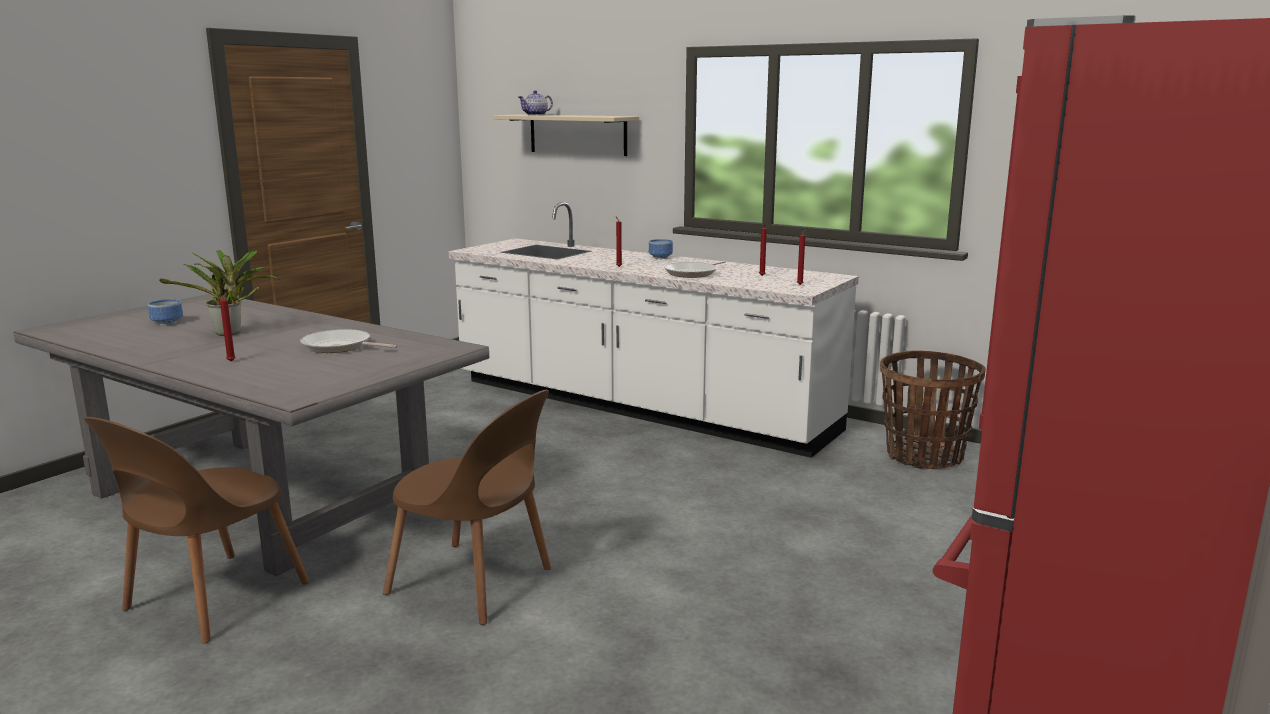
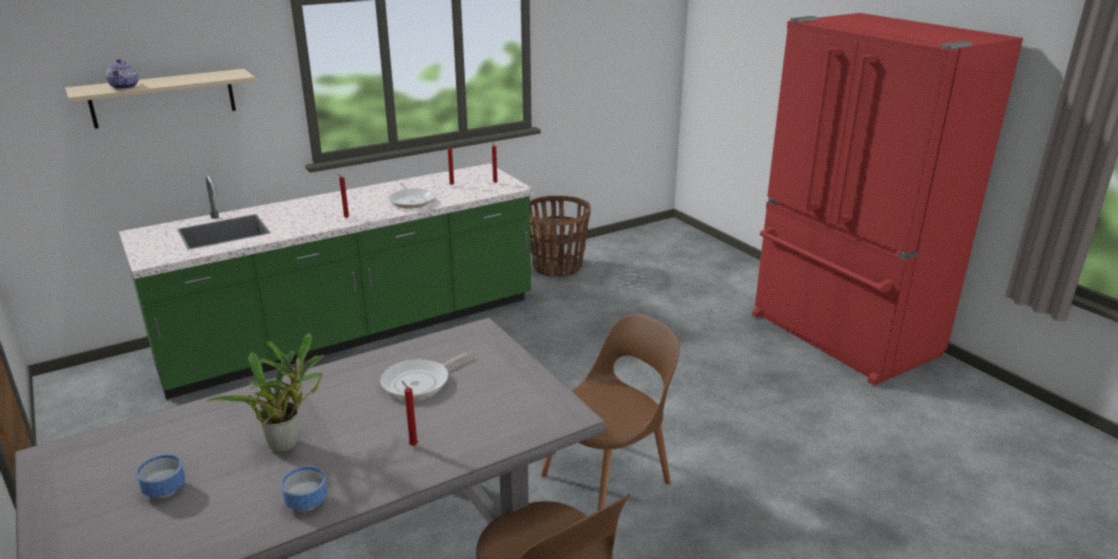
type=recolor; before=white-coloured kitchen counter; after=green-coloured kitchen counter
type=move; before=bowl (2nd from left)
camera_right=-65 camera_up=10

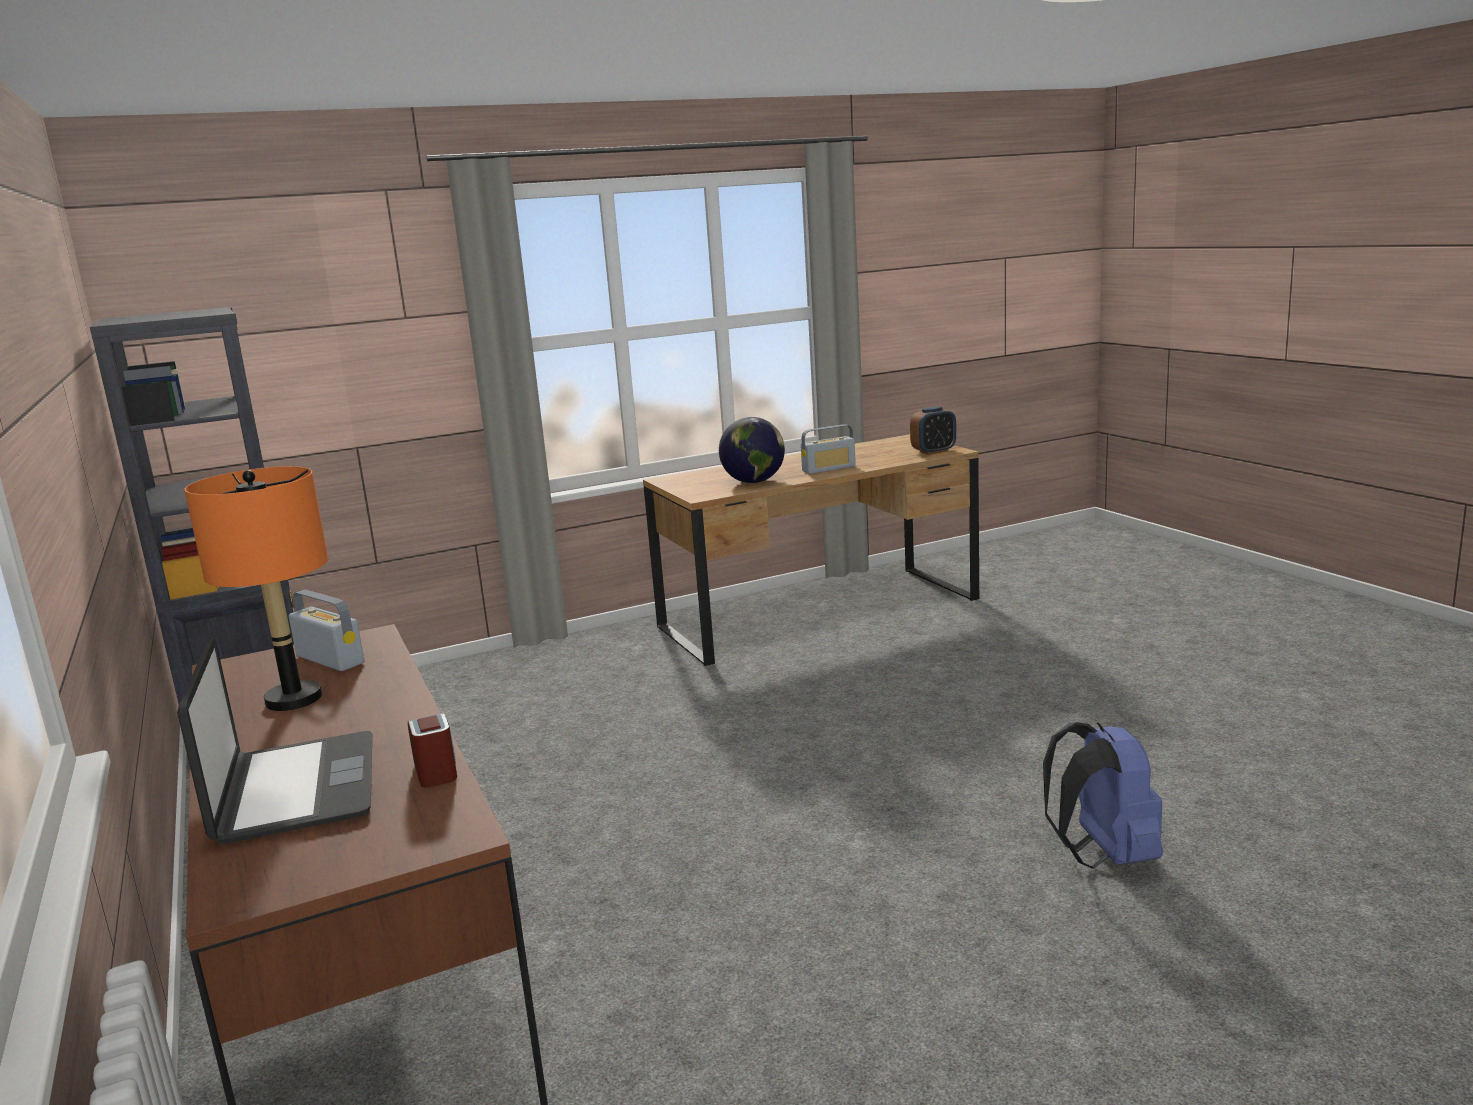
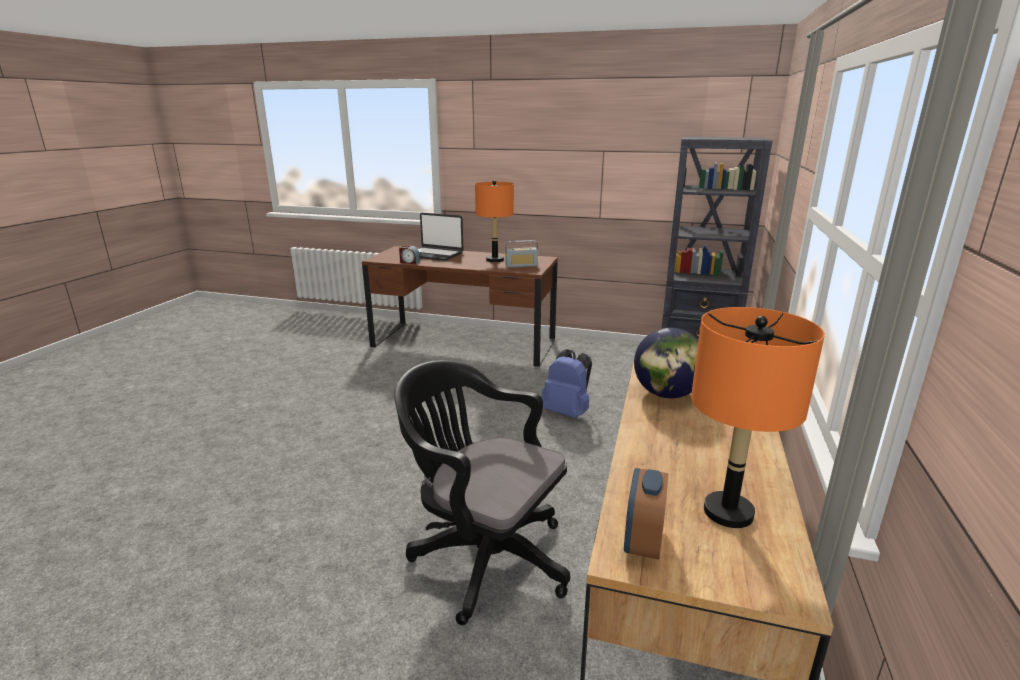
type=delete; before=radio (2nd from left)
type=move; before=blue knapsack
type=insert; after=orange-coloured tabletop lamp (2nd from left)
type=insert; after=black office chair
camera_right=130 camera_up=5

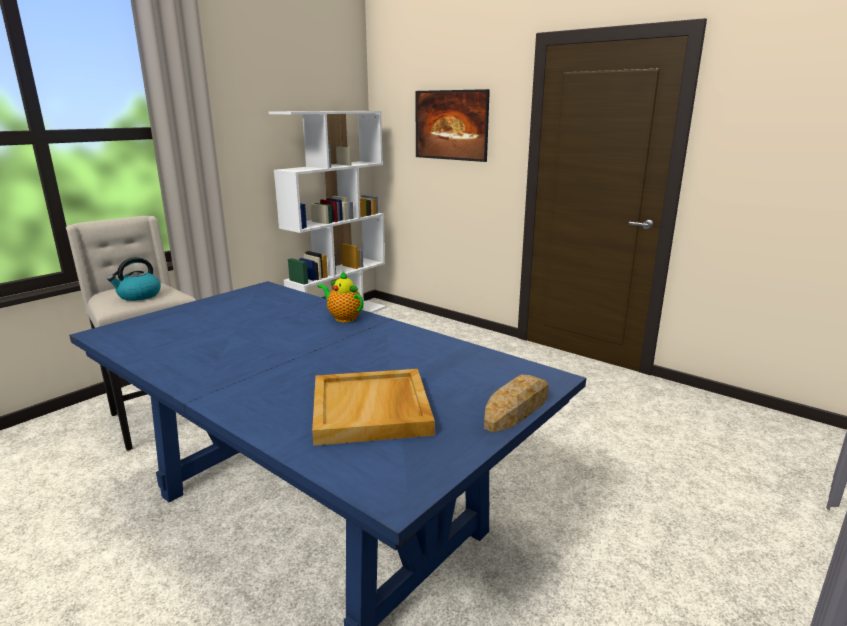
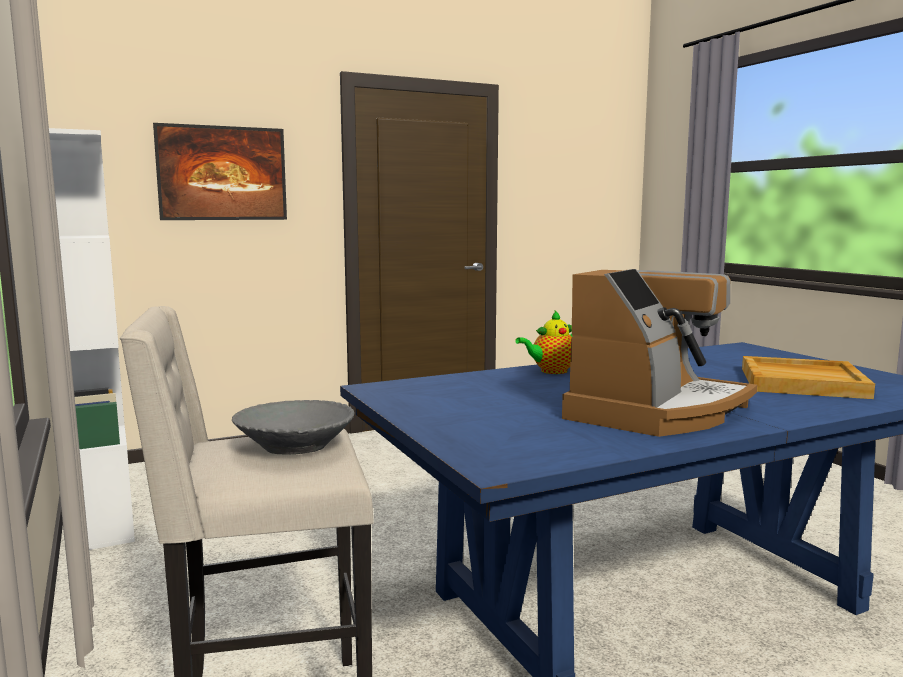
type=replace; before=kettle; after=greyish bowl
type=delete; before=baked bread
type=insert; after=coffee brewer
camera_right=-65 camera_up=-10

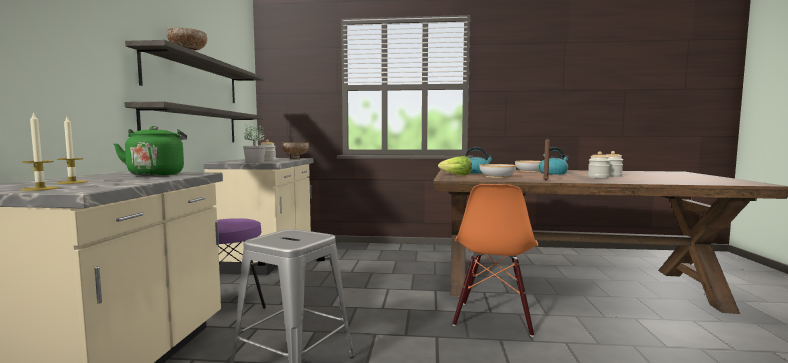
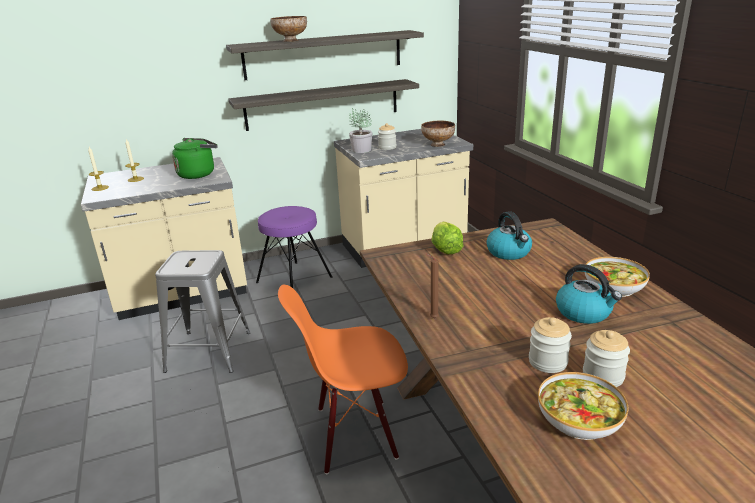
type=move; before=bowl (3rd from left)
camera_right=65 camera_up=20

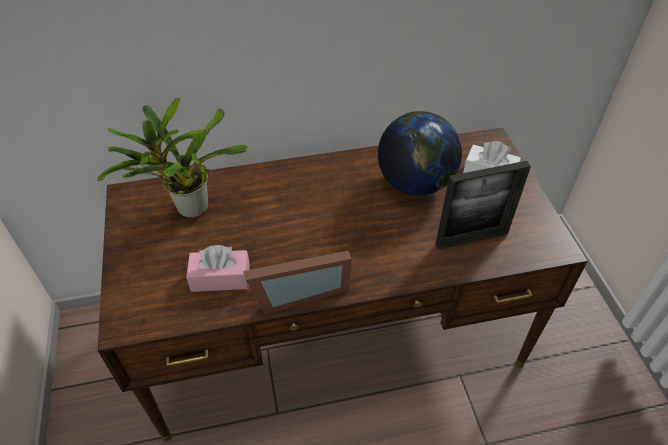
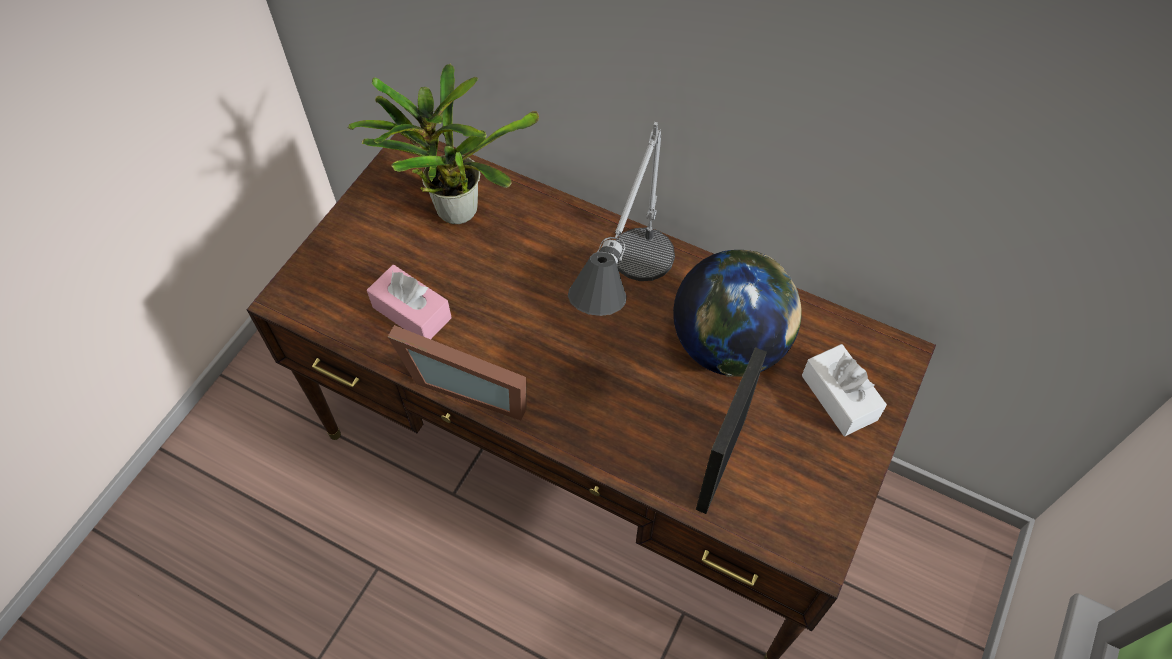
type=rotate; before=photo frame (2nd from left); turn=90
type=insert; after=tabletop lamp
camera_right=40 camera_up=10

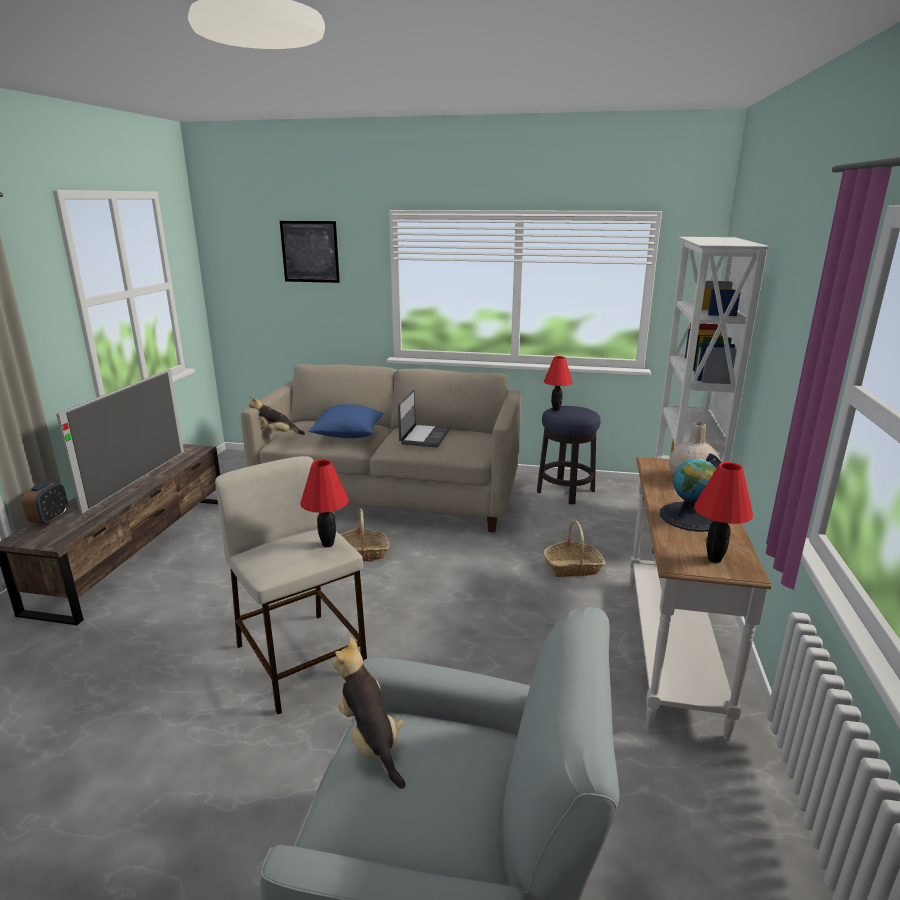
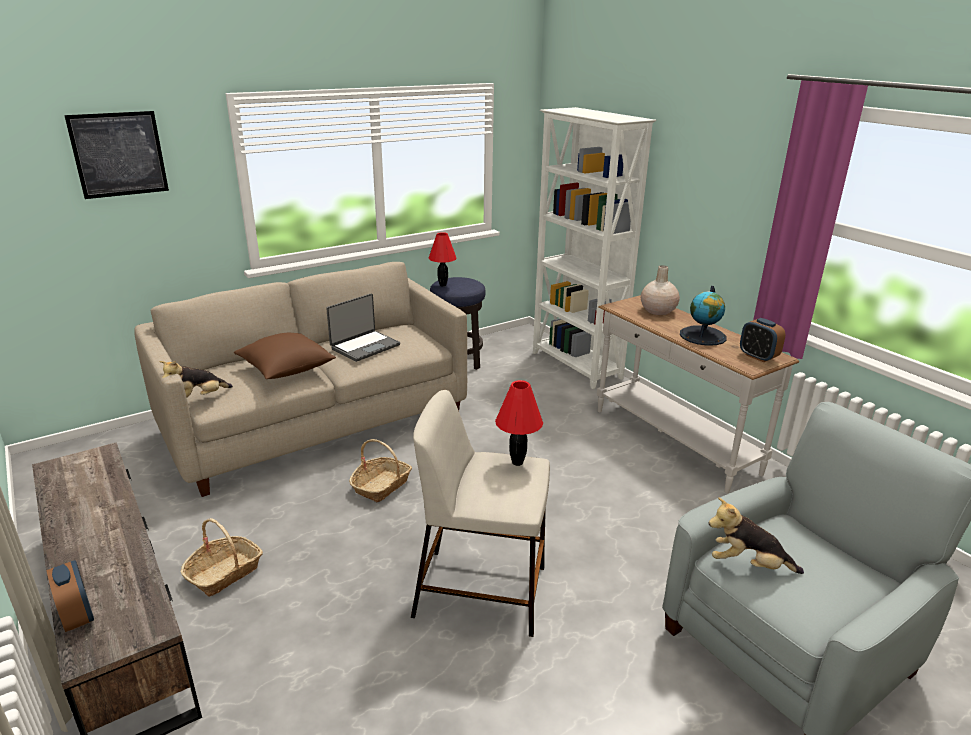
type=delete; before=television
type=rotate; before=notebook computer; turn=75
type=recolor; before=blue throw pillow; after=brownish throw pillow
type=replace; before=red-coloured tabletop lamp (3rd from left); after=table clock (2nd from left)
type=move; before=basket (2nd from left in the first image); after=basket (1st from left)
camera_right=-45 camera_up=5

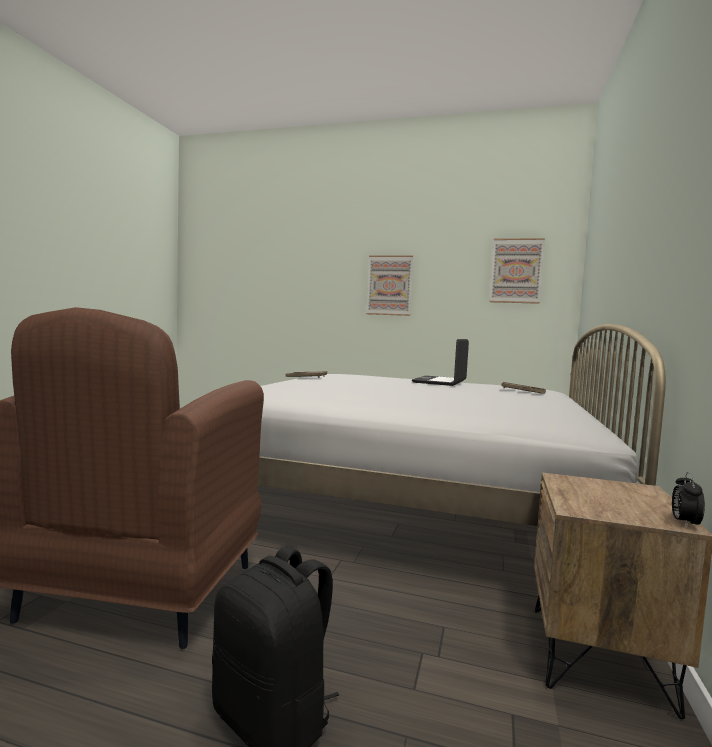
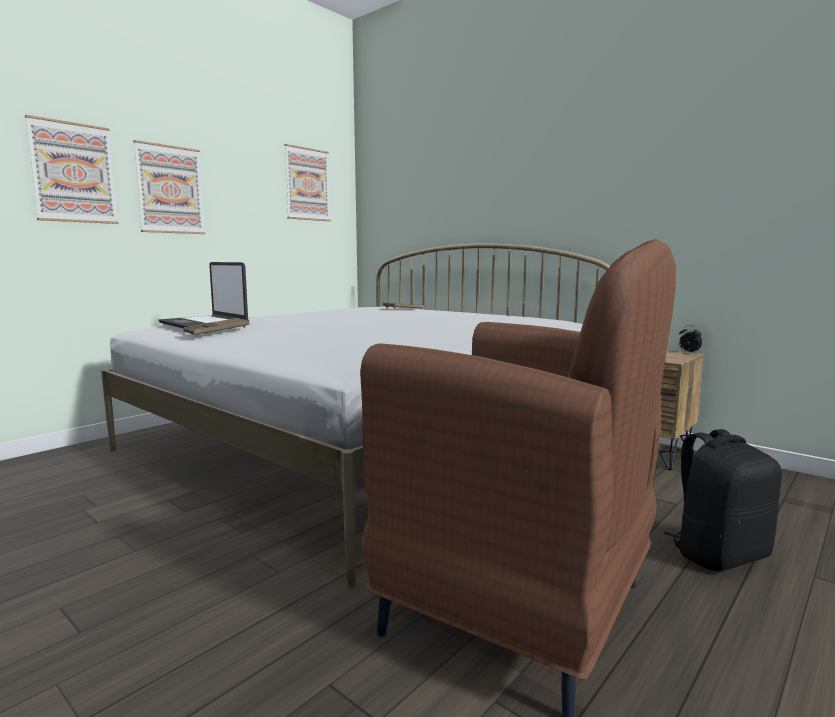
type=move; before=notebook computer
type=insert; after=wall art (1st from left)
camera_right=-65 camera_up=5

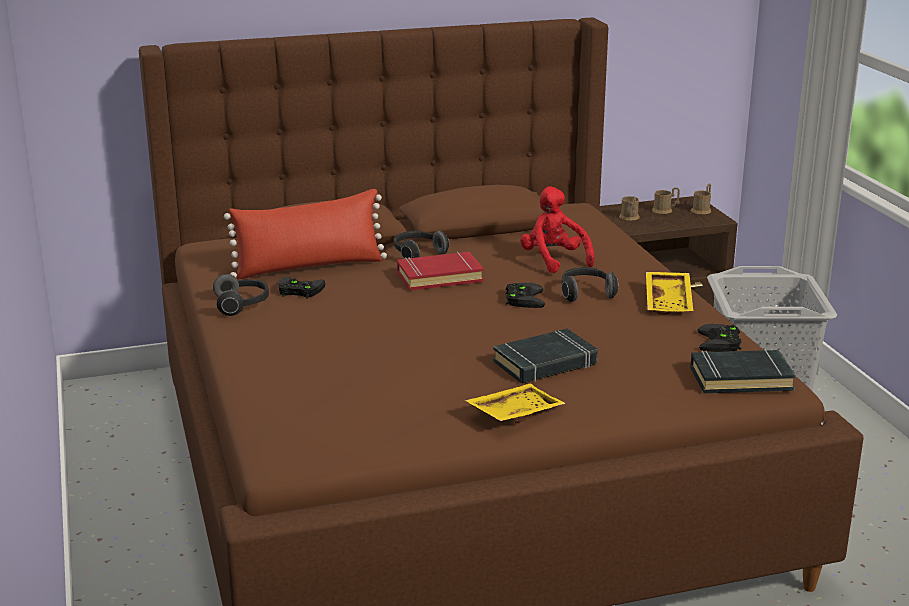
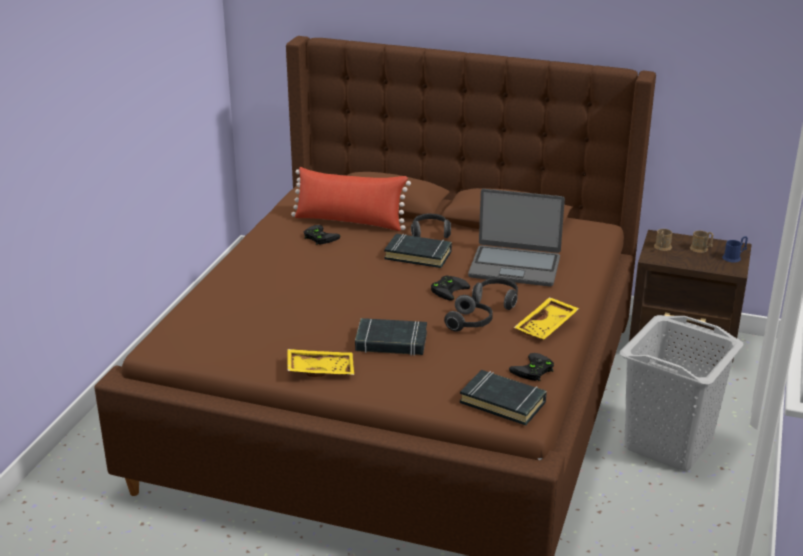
type=recolor; before=brownish mug (3rd from left); after=blue mug
type=replace; before=red-coloured plush toy; after=notebook computer
type=recolor; before=red-coloured bound book; after=black bound book (2nd from left)
type=move; before=headphones (1st from left in the first image); after=headphones (2nd from left)
camera_right=35 camera_up=5

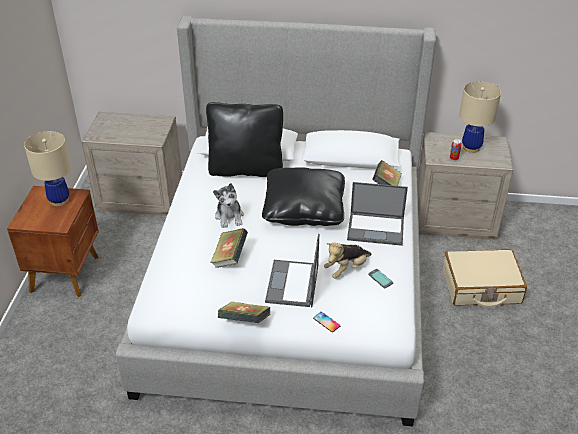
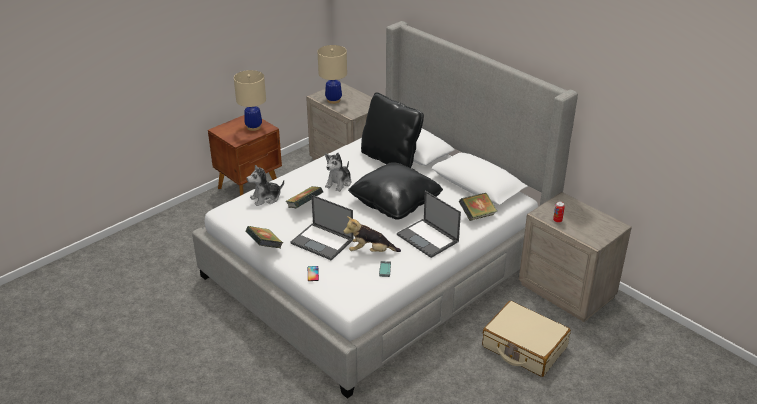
type=move; before=beige-coloured tabletop lamp (2nd from left)
type=rotate; before=notebook computer (1st from left); turn=-105
type=insert; after=plush toy (1st from left)
camera_right=40 camera_up=-5

